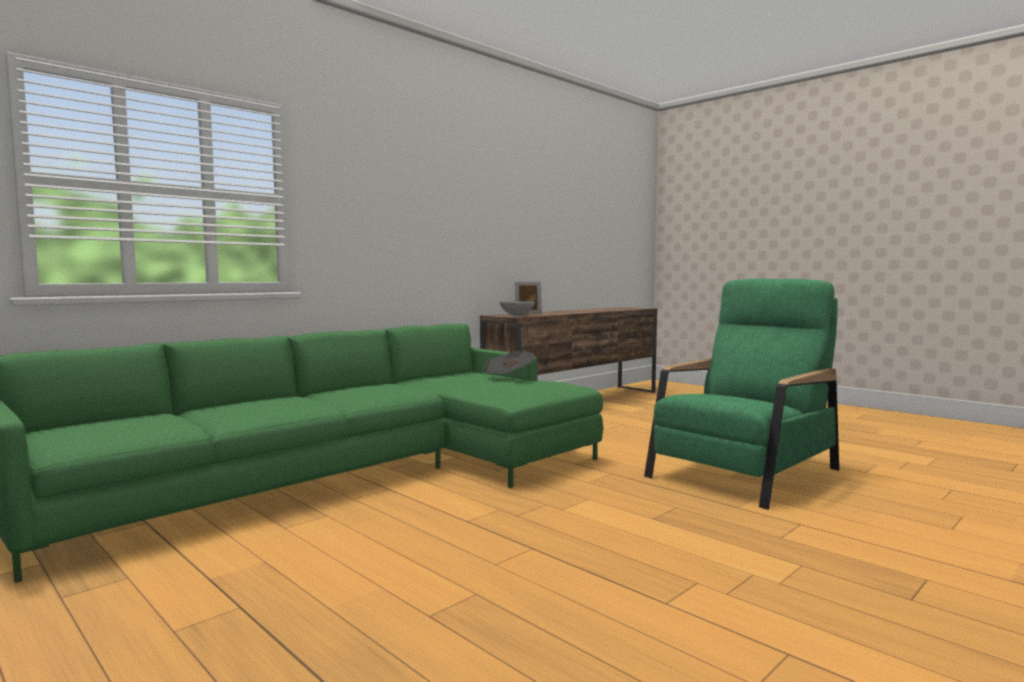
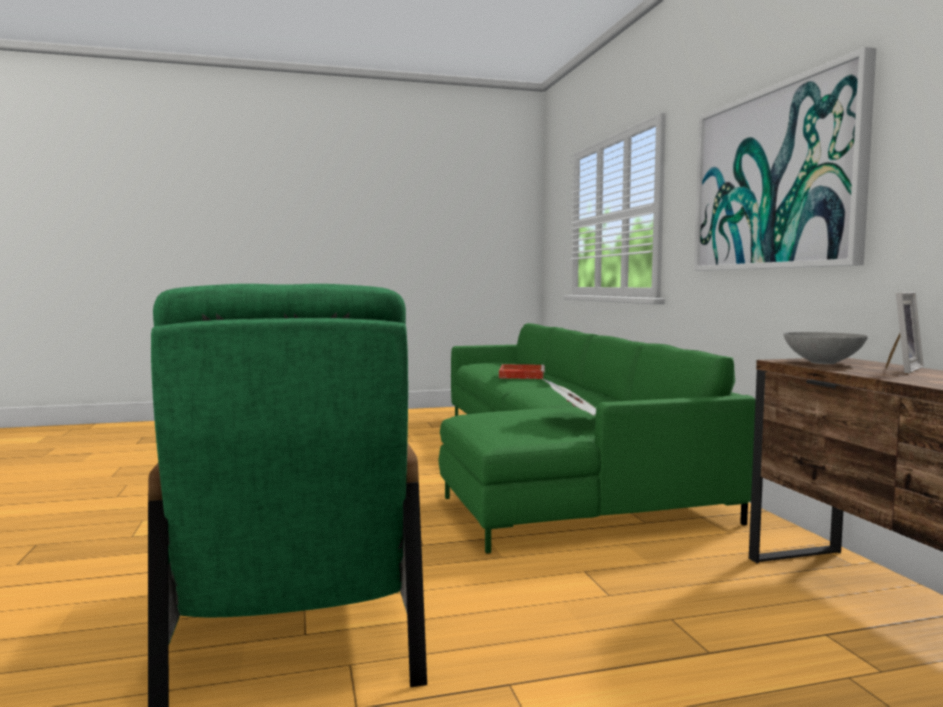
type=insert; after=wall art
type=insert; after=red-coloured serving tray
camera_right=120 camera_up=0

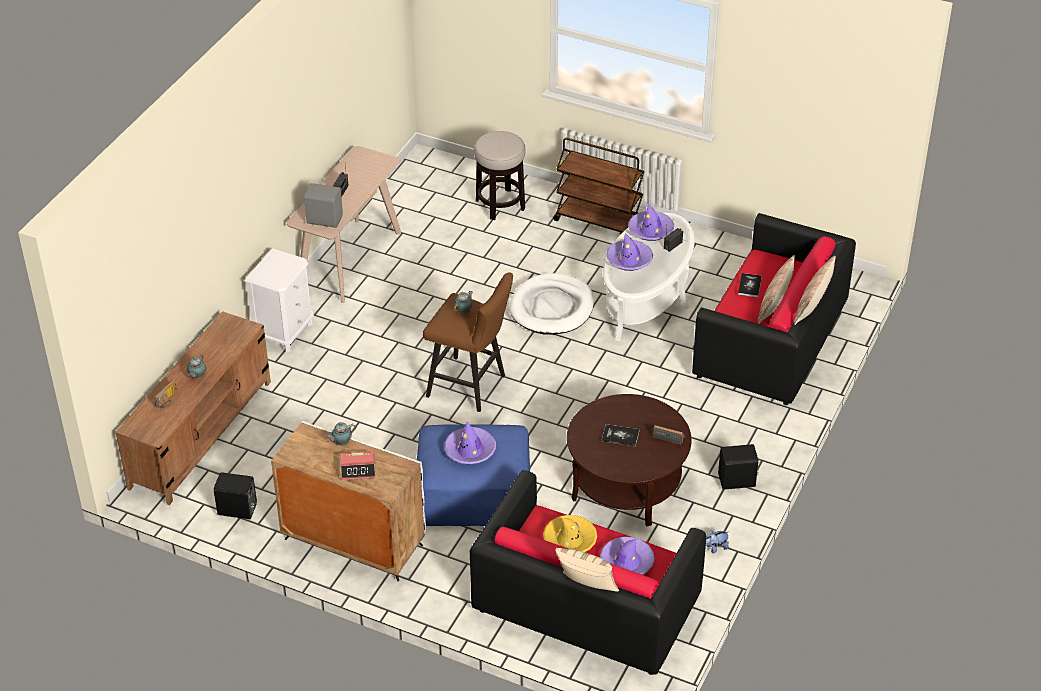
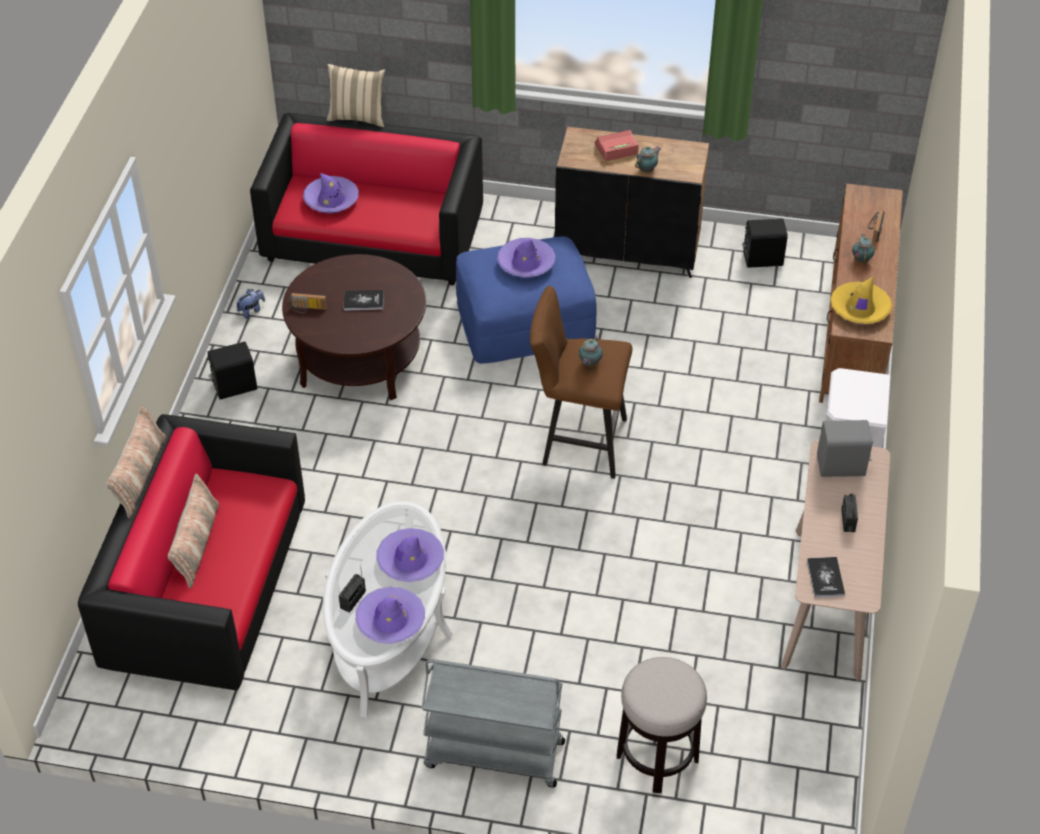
type=recolor; before=brownish wheeled cart; after=greyish wheeled cart
type=delete; before=white-coloured pet bed
type=move; before=bound book (2nd from left)
type=recolor; before=white-coloured cabinet; after=black cabinet
type=move; before=yellowish hat
camera_right=165 camera_up=5

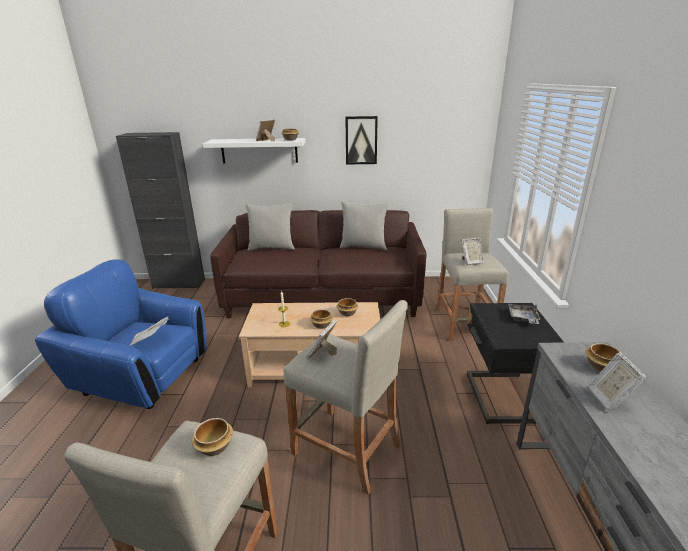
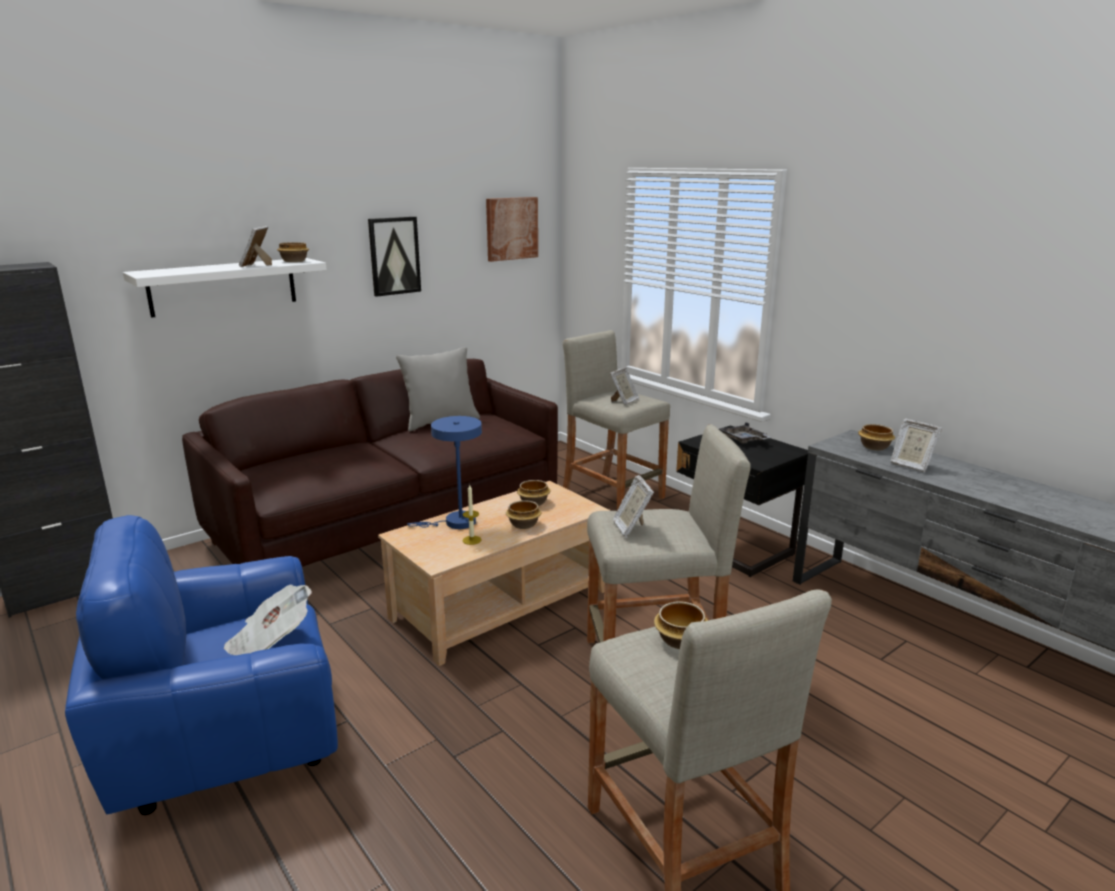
type=delete; before=greyish throw pillow (1st from left)
type=insert; after=wall art (2nd from left)
type=insert; after=blue tabletop lamp
camera_right=-40 camera_up=-5

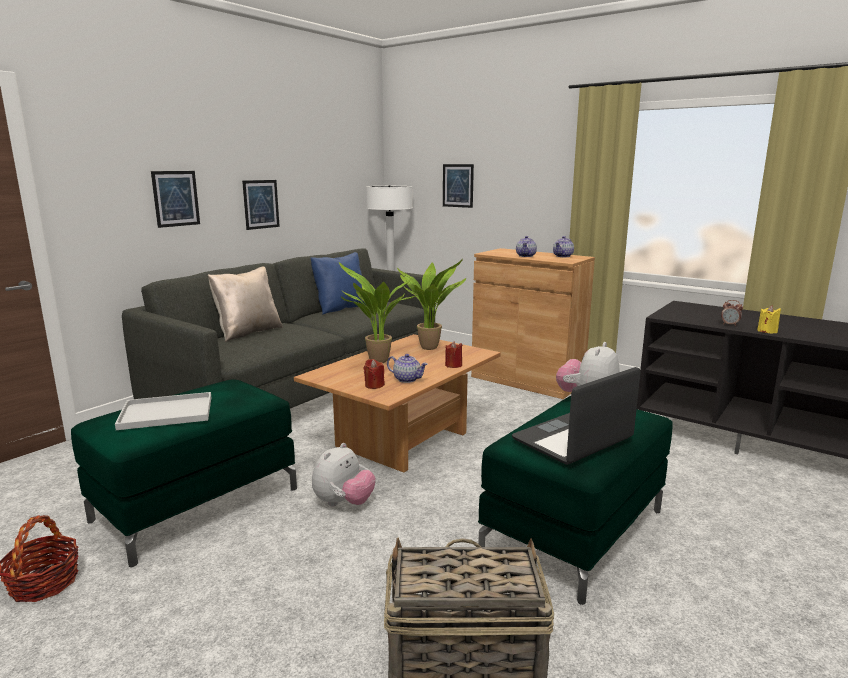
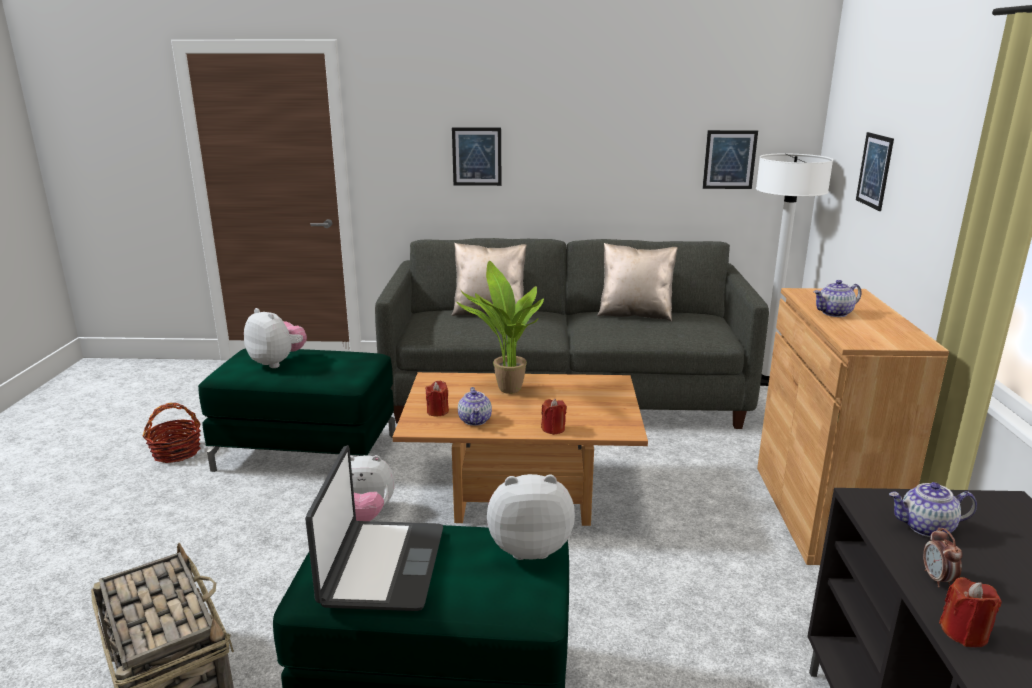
type=move; before=wall art (2nd from left)
type=move; before=pot for tea (3rd from left)
type=recolor; before=blue throw pillow; after=beige-coloured throw pillow (2nd from left)
type=delete; before=plant in a pot (2nd from left)
type=recolor; before=yellowish wax light; after=red-coloured wax light (3rd from left)
type=rotate; before=notebook computer; turn=75
type=replace; before=white-coloured serving tray; after=plush toy (1st from left)
camera_right=55 camera_up=5

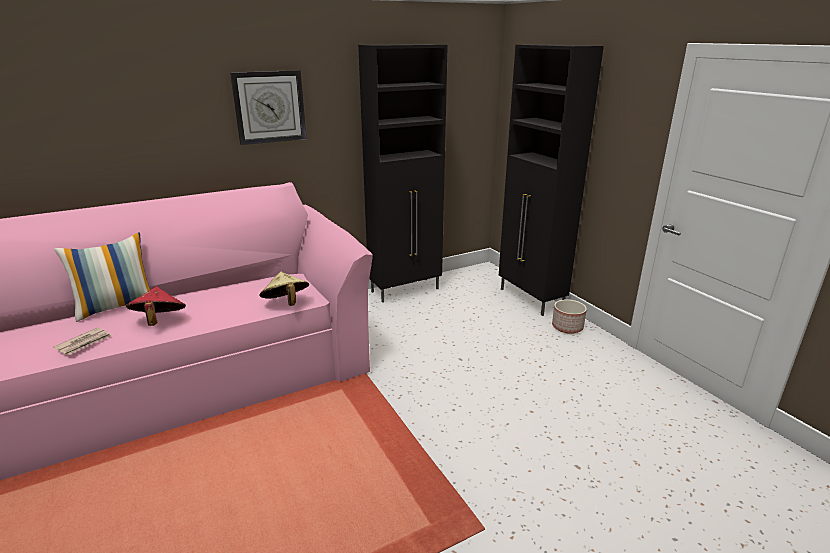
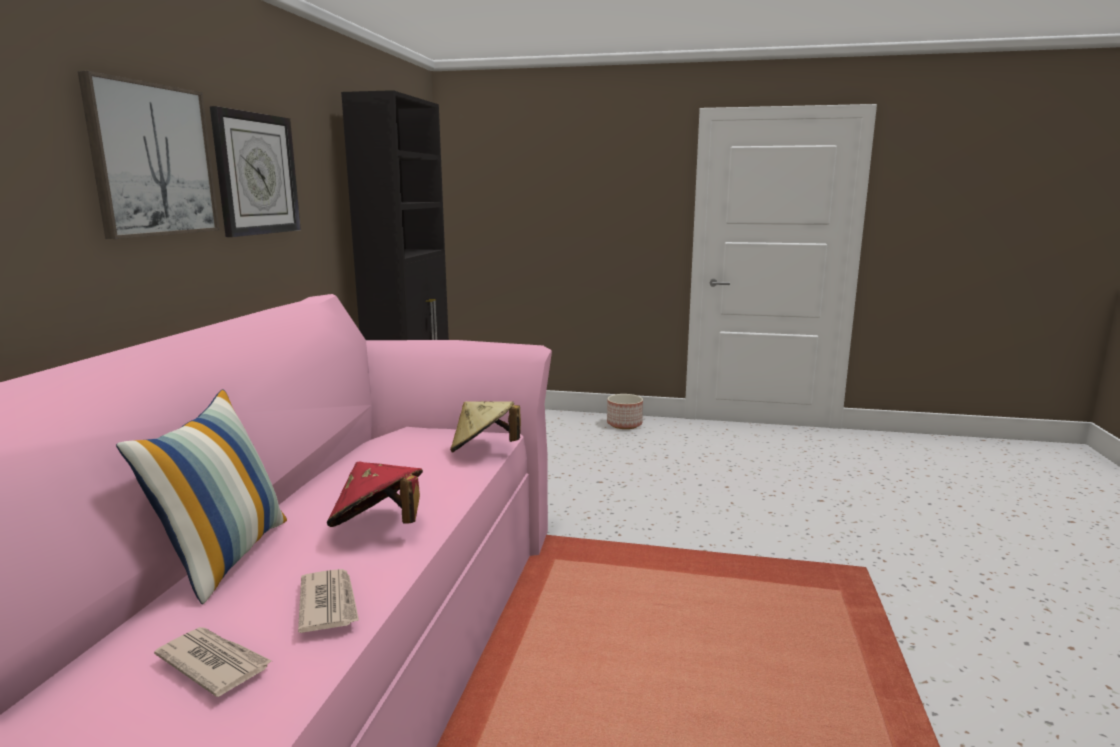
type=delete; before=black cabinet (2nd from left)
type=insert; after=wall art
type=insert; after=newspaper (1st from left)
camera_right=-50 camera_up=-10

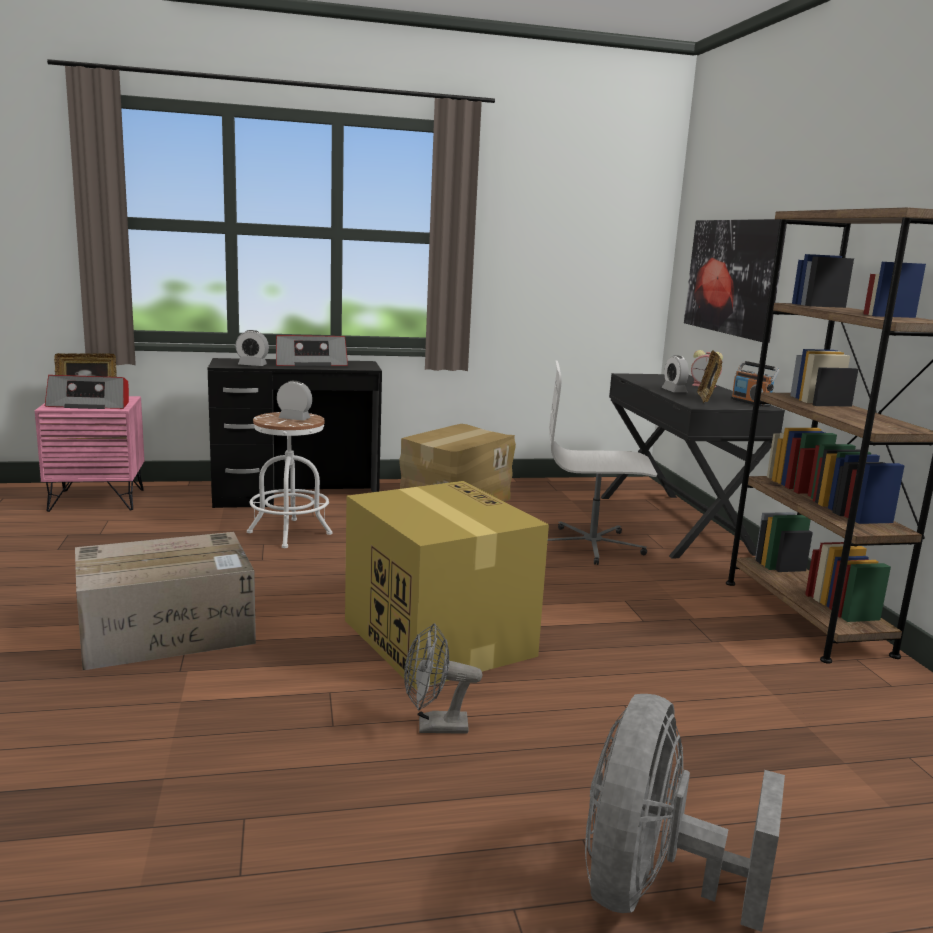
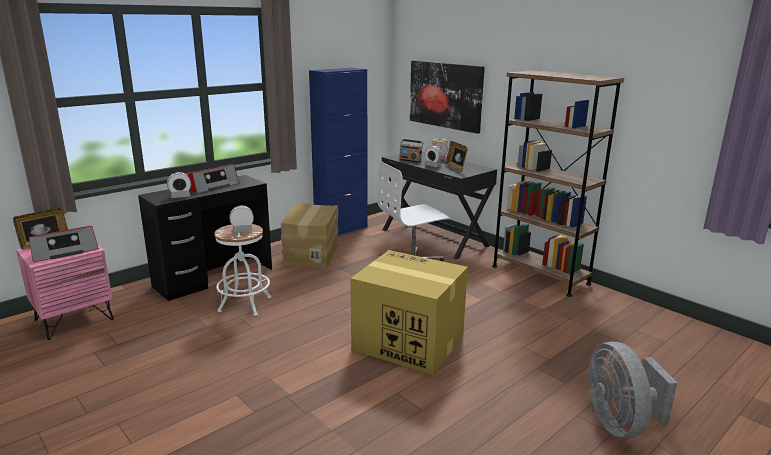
type=move; before=radio (3rd from left)
type=delete; before=packing box (1st from left)
type=delete; before=greyish fan (1st from left)
type=insert; after=blue cabinet
camera_right=-30 camera_up=5

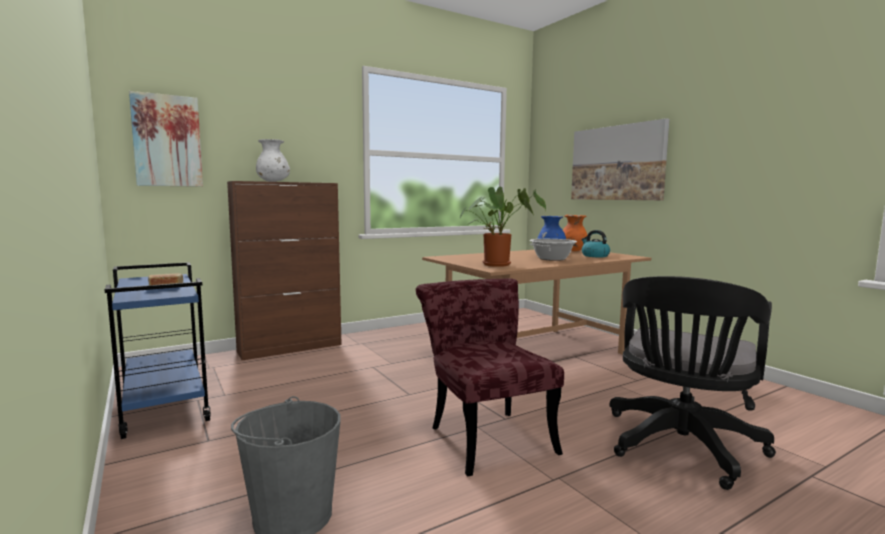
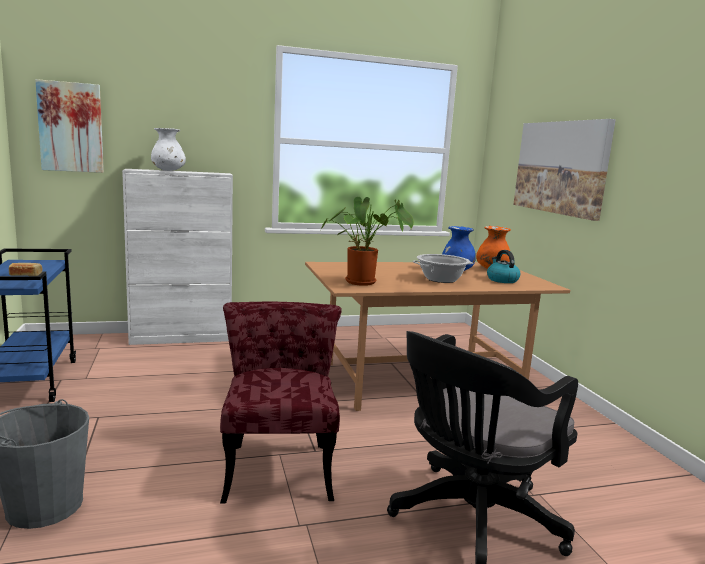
type=recolor; before=brownish cabinet; after=white-coloured cabinet
camera_right=15 camera_up=5

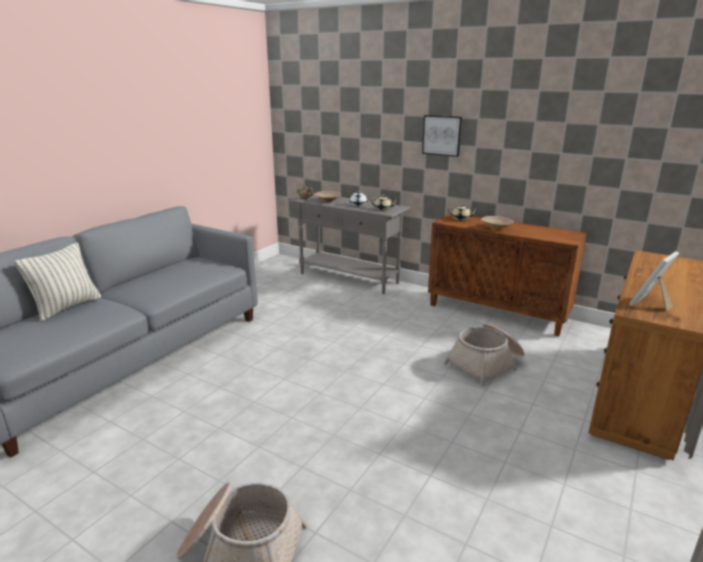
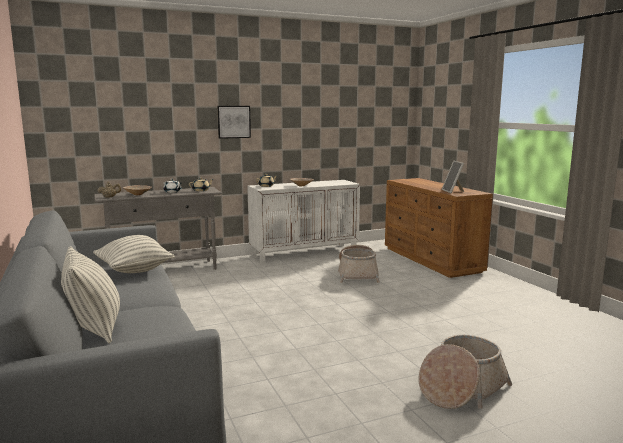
type=recolor; before=brownish cabinet; after=white-coloured cabinet
type=insert; after=throw pillow (2nd from left)
camera_right=-55 camera_up=-10

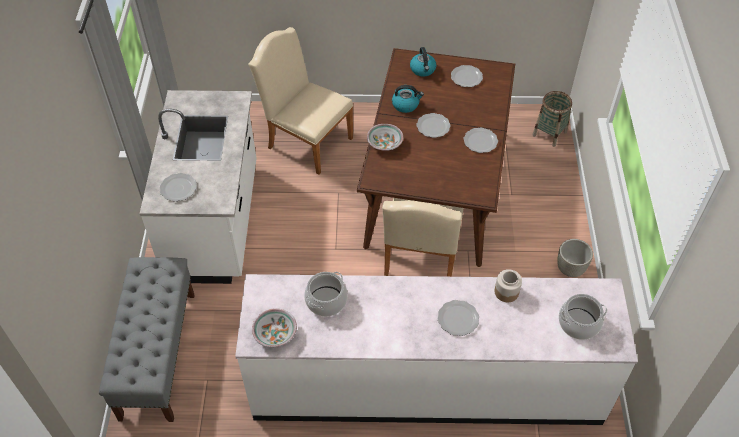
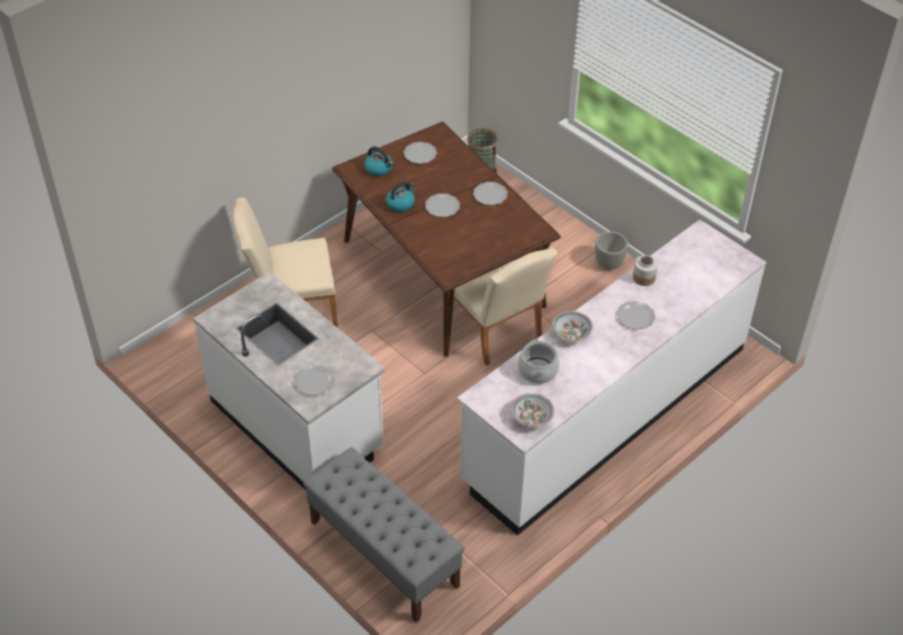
type=move; before=bowl (2nd from left)
type=delete; before=saucepot (2nd from left)
camera_right=-45 camera_up=-5

